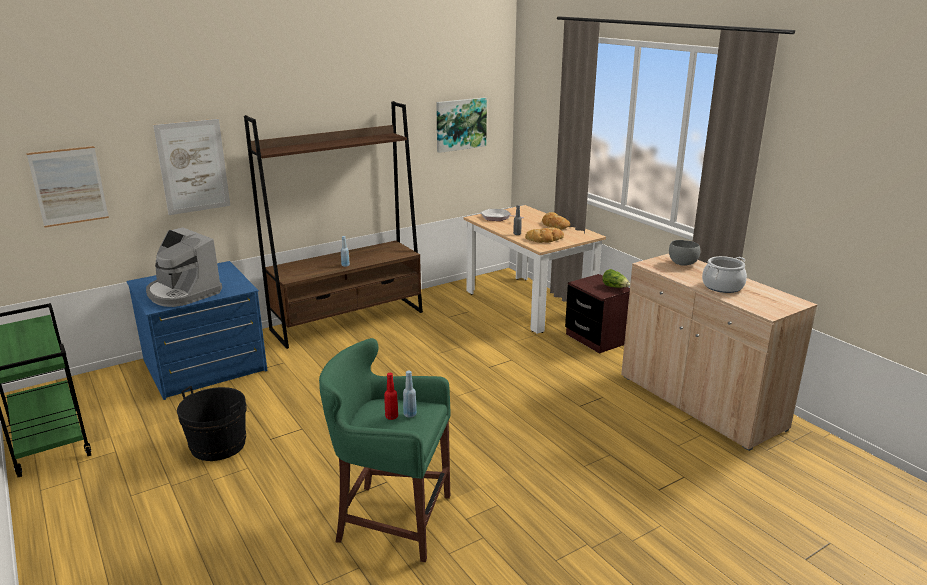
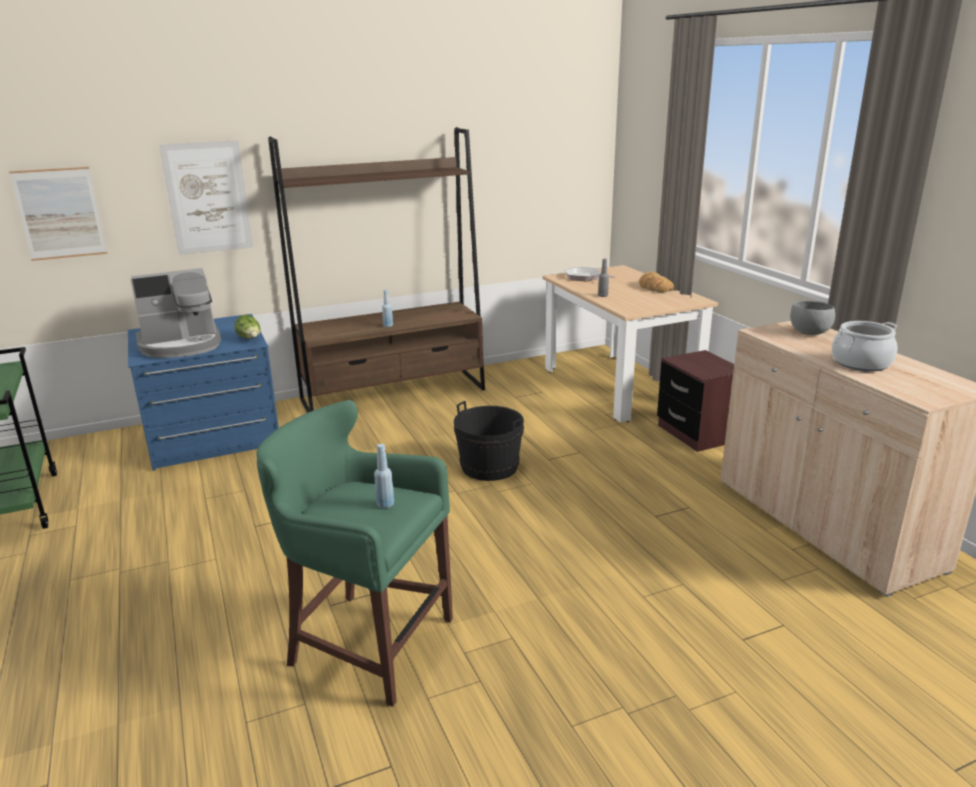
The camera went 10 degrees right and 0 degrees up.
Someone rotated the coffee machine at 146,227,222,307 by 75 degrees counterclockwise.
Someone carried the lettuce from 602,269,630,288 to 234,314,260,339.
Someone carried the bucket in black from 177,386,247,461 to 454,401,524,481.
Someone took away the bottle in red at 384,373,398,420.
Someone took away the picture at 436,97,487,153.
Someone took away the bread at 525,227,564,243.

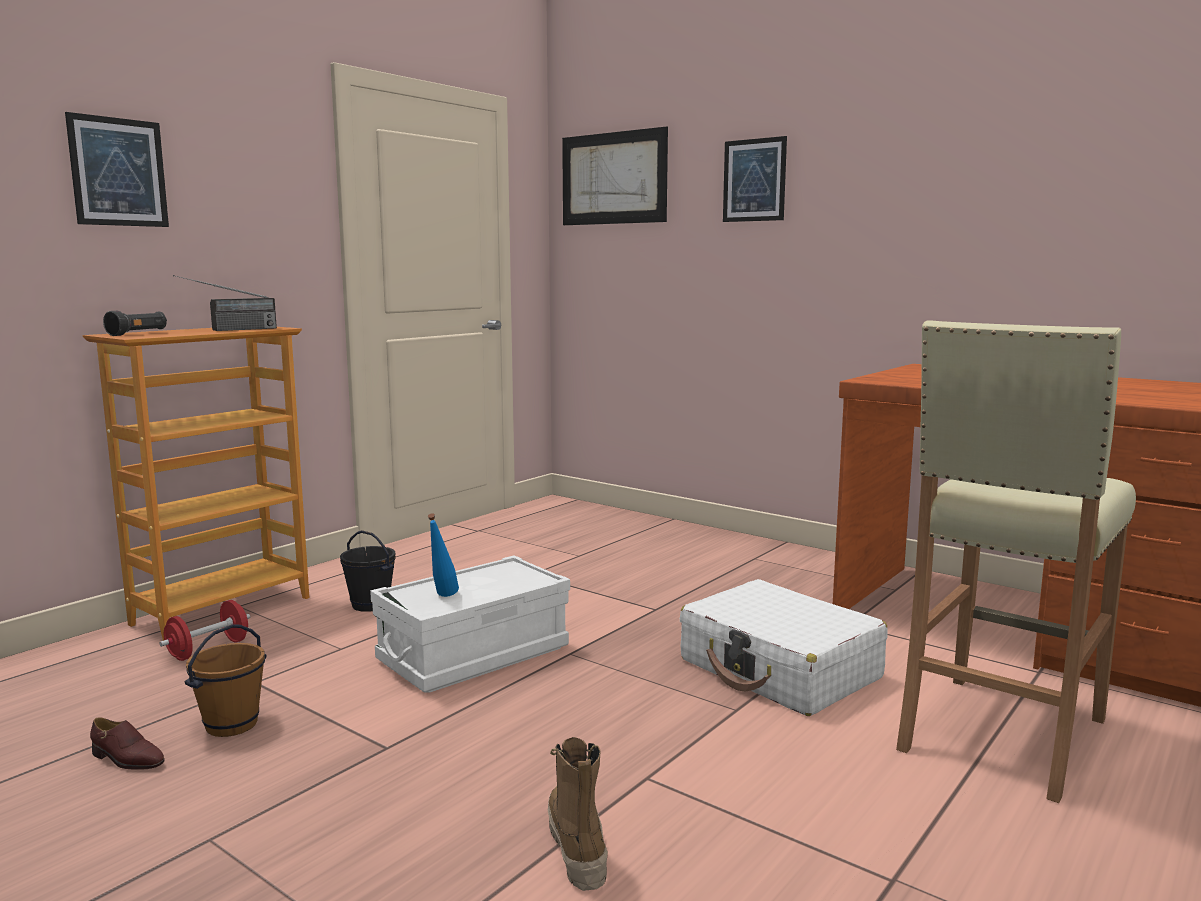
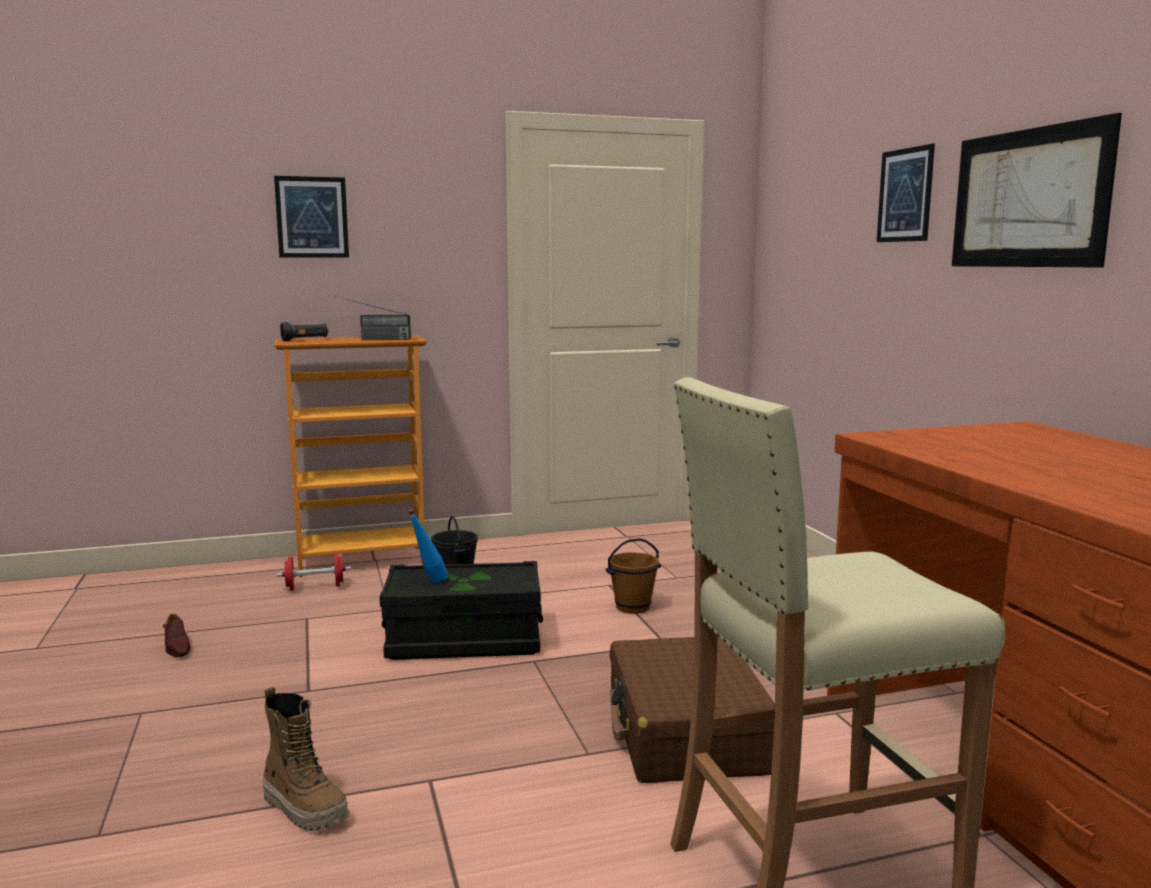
The camera went 35 degrees right and 0 degrees up.
Someone rotated the boot at 548,737,608,891 by 105 degrees clockwise.
Someone repainted the storage box in white at 370,555,570,693, which became the storage box in black at 380,561,543,660.
Someone carried the bucket in brown from 184,624,266,737 to 606,538,661,614.
Someone repainted the suitcase in white at 680,579,888,716, which became the suitcase in brown at 610,635,775,783.
Someone carried the picture from 562,126,668,225 to 952,113,1122,268.

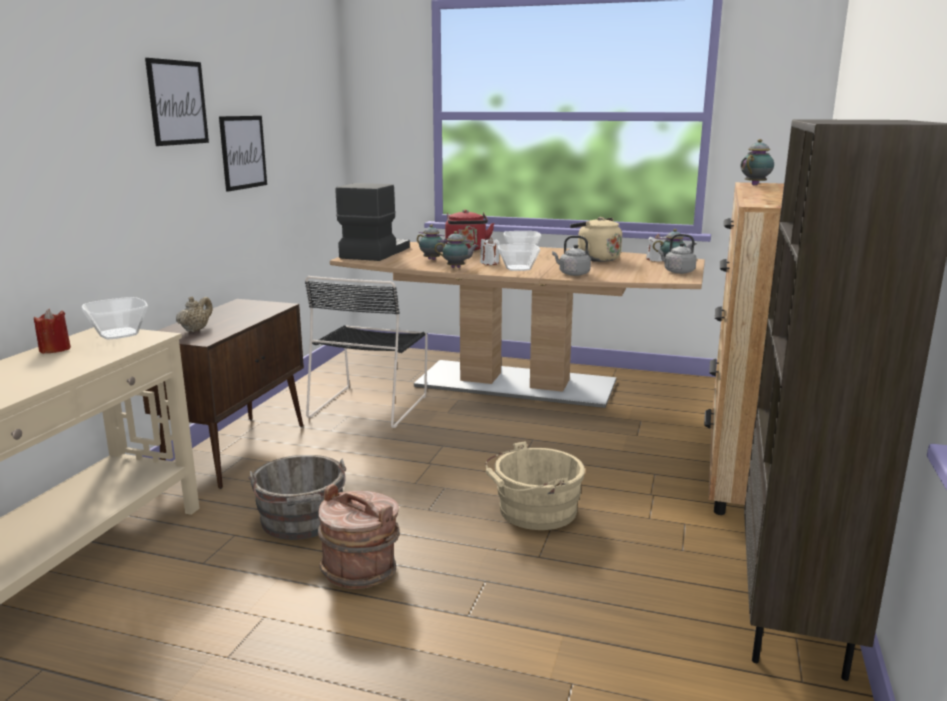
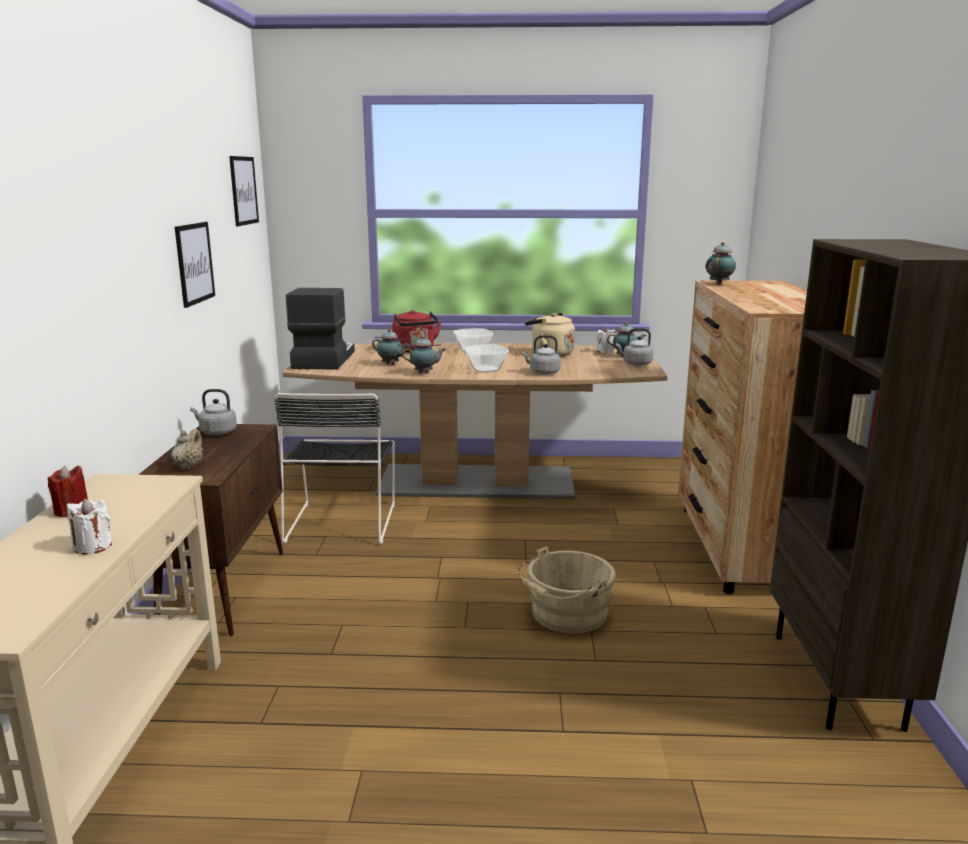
The camera went 15 degrees left and 0 degrees up.
Someone carried the candle in white from 480,237,500,265 to 67,499,112,554.
Someone put down the kettle in grey at 190,389,237,435.
Someone carried the picture from 145,58,209,146 to 229,156,259,226.
Someone took away the bowl at 82,297,148,339.
Someone took away the bucket in grey at 248,455,346,540.
Someone took away the bucket in brown at 318,484,400,589.

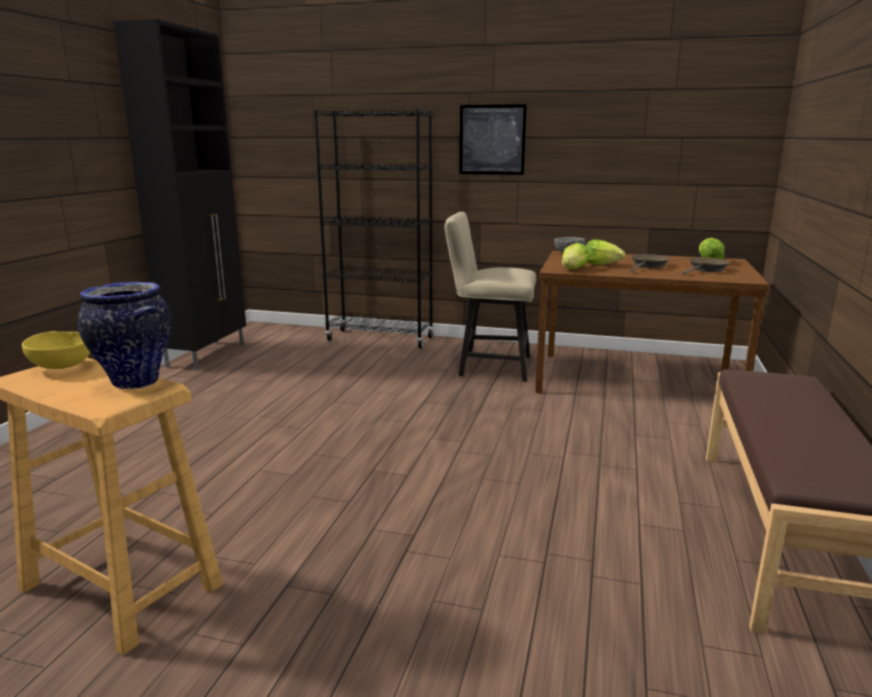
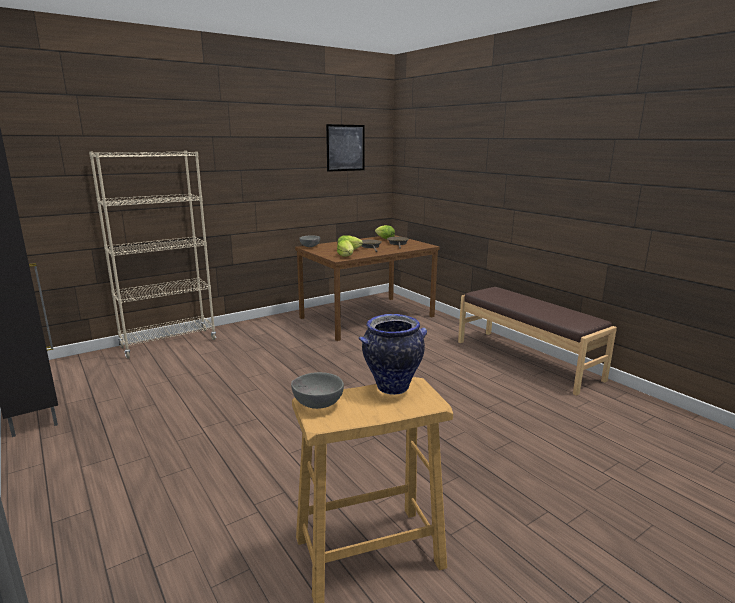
The camera went 50 degrees left and 0 degrees up.
Someone repainted the bookcase in black at 314,109,433,348, which became the bookcase in beige at 89,151,216,359.
Someone repainted the bowl in yellow at 22,331,90,369, which became the bowl in grey at 291,372,344,409.
Someone carried the picture from 459,104,527,175 to 326,124,365,172.
Someone took away the chair in beige at 444,212,536,382.

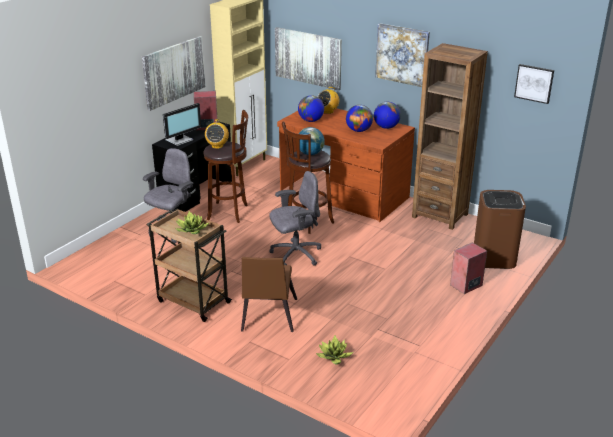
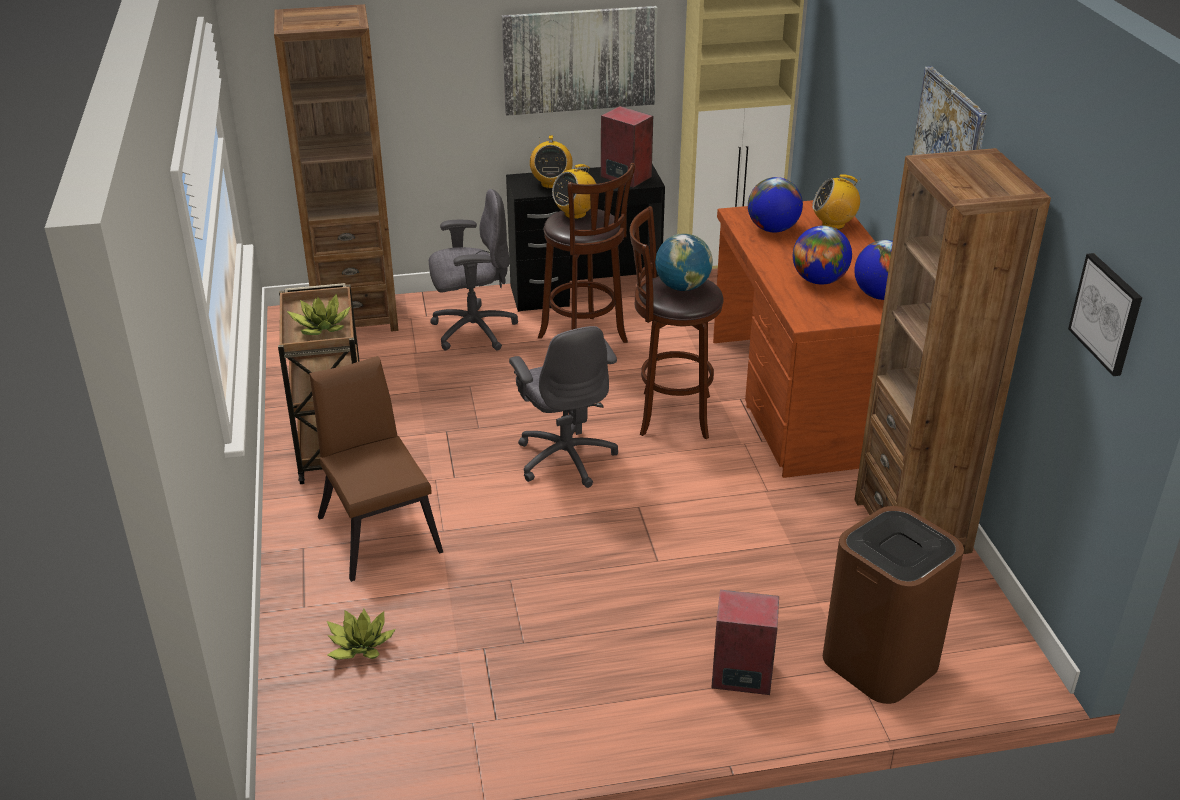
The camera went 45 degrees right and 5 degrees up.
Someone put down the bookcase in brown at 274,4,399,332.
Someone rotated the chair in brown at 241,257,297,332 by 105 degrees clockwise.
Someone rotated the office chair in grey at 269,171,321,266 by 45 degrees clockwise.
Someone swapped the monitor at 163,103,201,146 for the radio at 530,135,573,189.
Someone took away the picture at 275,27,342,90.

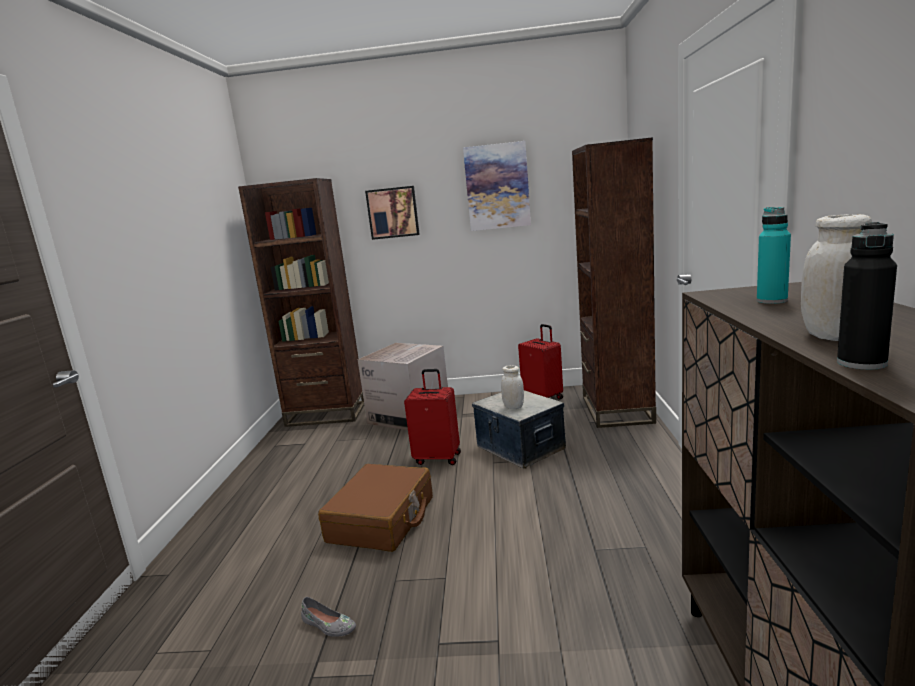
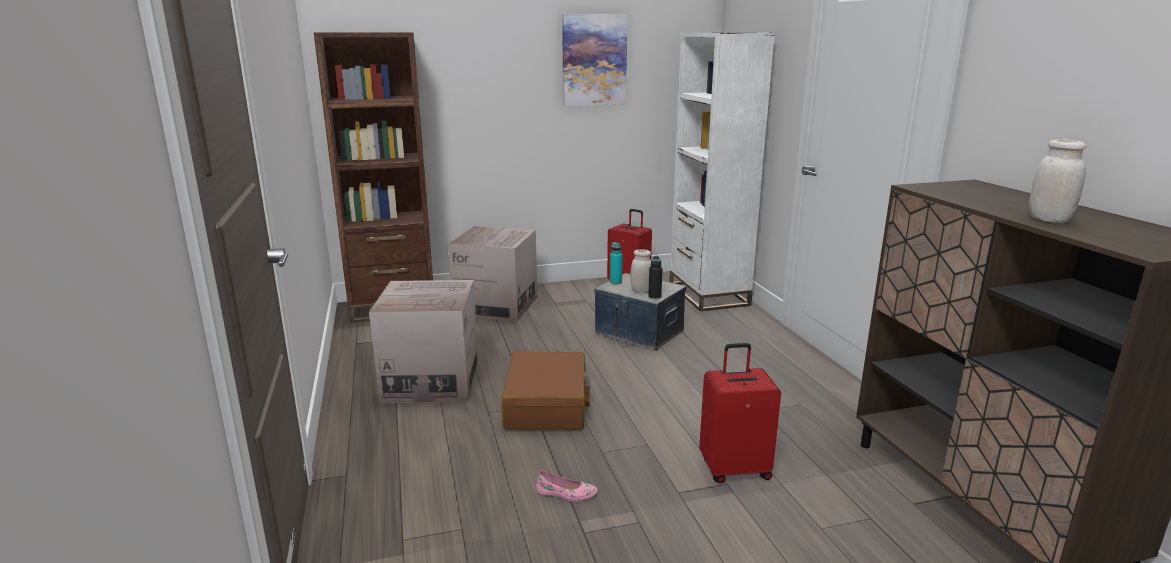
The camera went 20 degrees left and 5 degrees up.
Someone put down the cardboard box at 369,280,478,403.
Someone repainted the shoe in grey at 301,597,356,637, which became the shoe in pink at 536,470,598,501.
Someone carried the bottle in turquoise from 757,207,791,304 to 610,242,622,284.
Someone carried the bottle in black from 837,222,897,370 to 648,255,662,300.
Someone repainted the bookcase in brown at 572,137,656,428, which became the bookcase in white at 669,32,775,312.
Someone carried the suitcase in red from 404,369,461,465 to 699,343,781,483.
Someone took away the picture at 365,186,420,240.

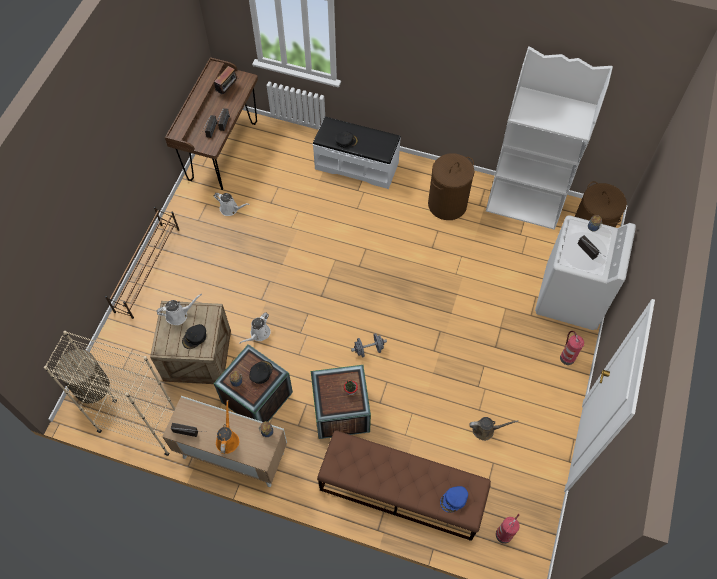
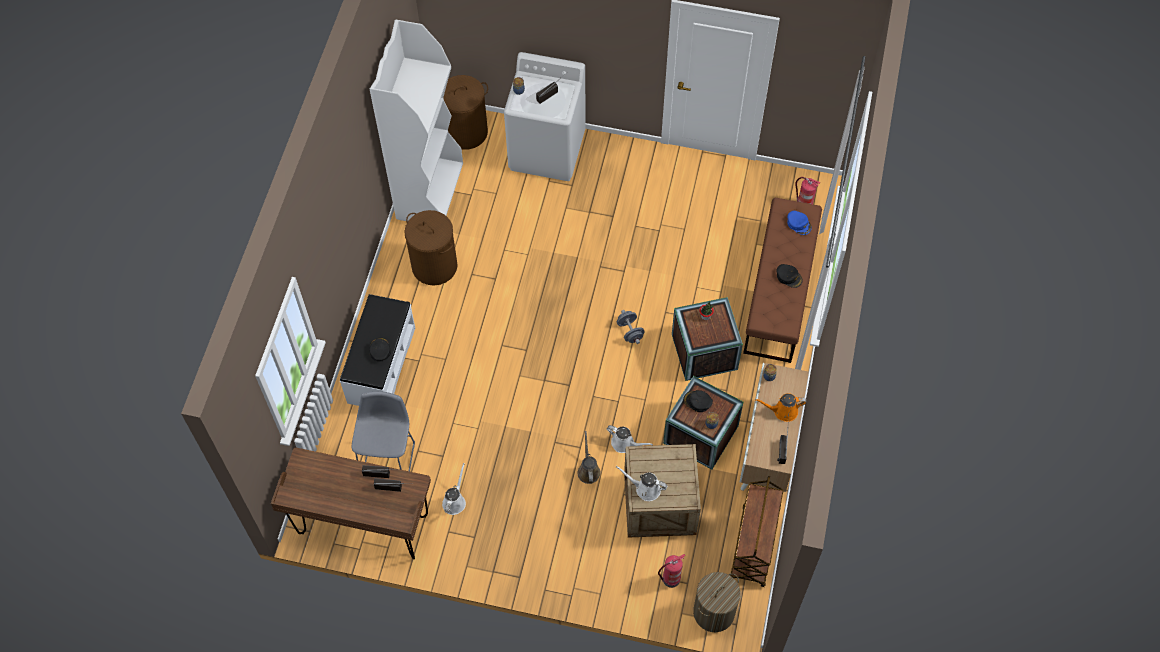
The camera went 95 degrees left and 0 degrees up.
Someone put down the stool in grey at 351,391,415,472.
Someone carried the watering can in brown from 469,417,518,441 to 578,431,601,484.
Someone rotated the watering can in white at 157,294,202,325 by 45 degrees counterclockwise.
Someone carried the fire extinguisher from 560,331,584,365 to 658,554,685,588.
Someone swapped the bookcase in beige at 44,331,175,456 for the cart in brown at 730,476,784,587.
Someone carried the cap in black from 182,324,206,349 to 776,264,803,288.
Someone took away the shoe rack in brown at 105,206,180,319.
Someone took away the radio at 214,66,237,94.

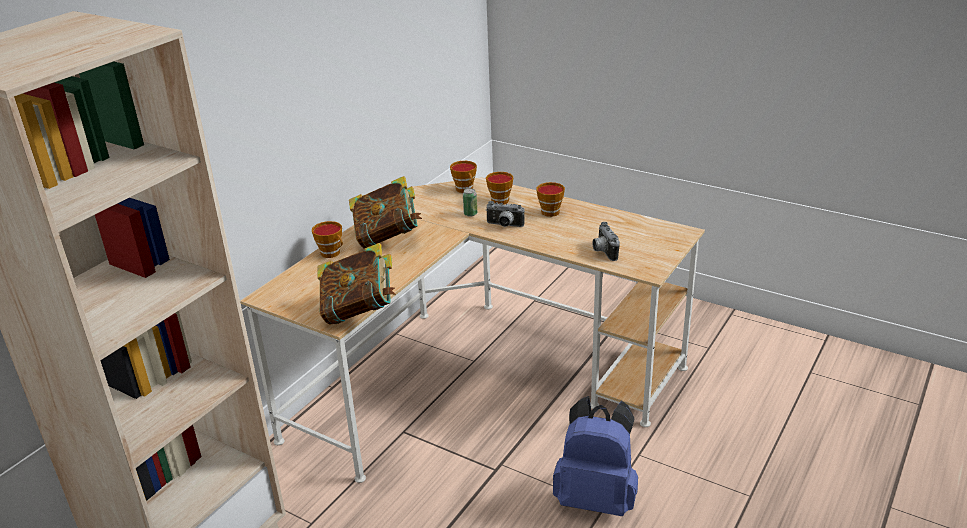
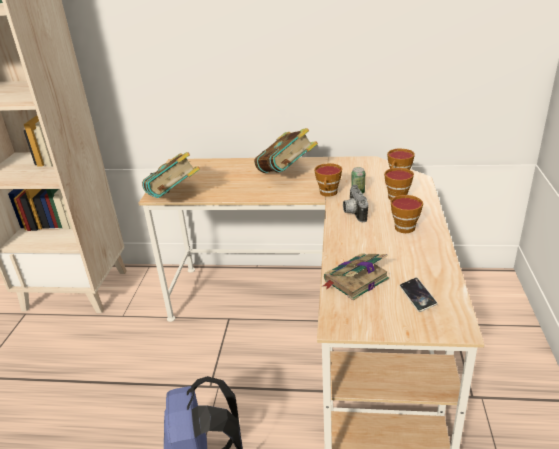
The camera went 65 degrees right and 0 degrees up.
Someone carried the cup from 312,221,343,258 to 314,163,342,197.
Someone swapped the photo camera at 592,222,620,261 for the book at 323,254,389,301.
Someone put down the phone at 399,278,438,312.

